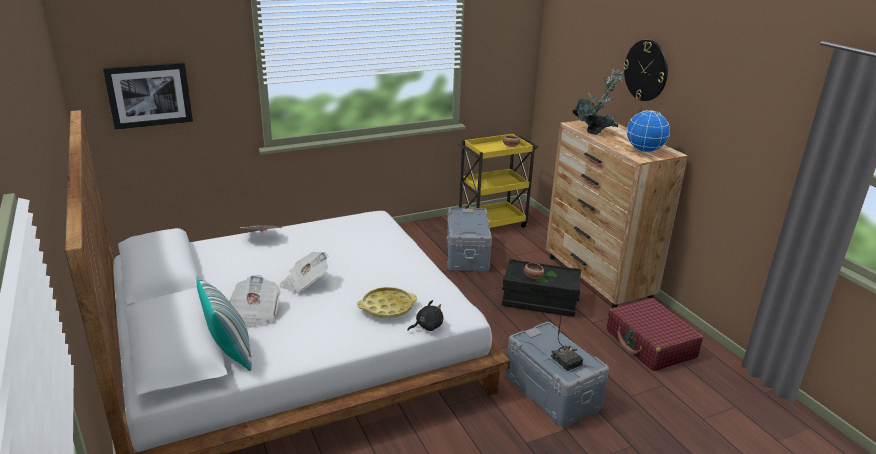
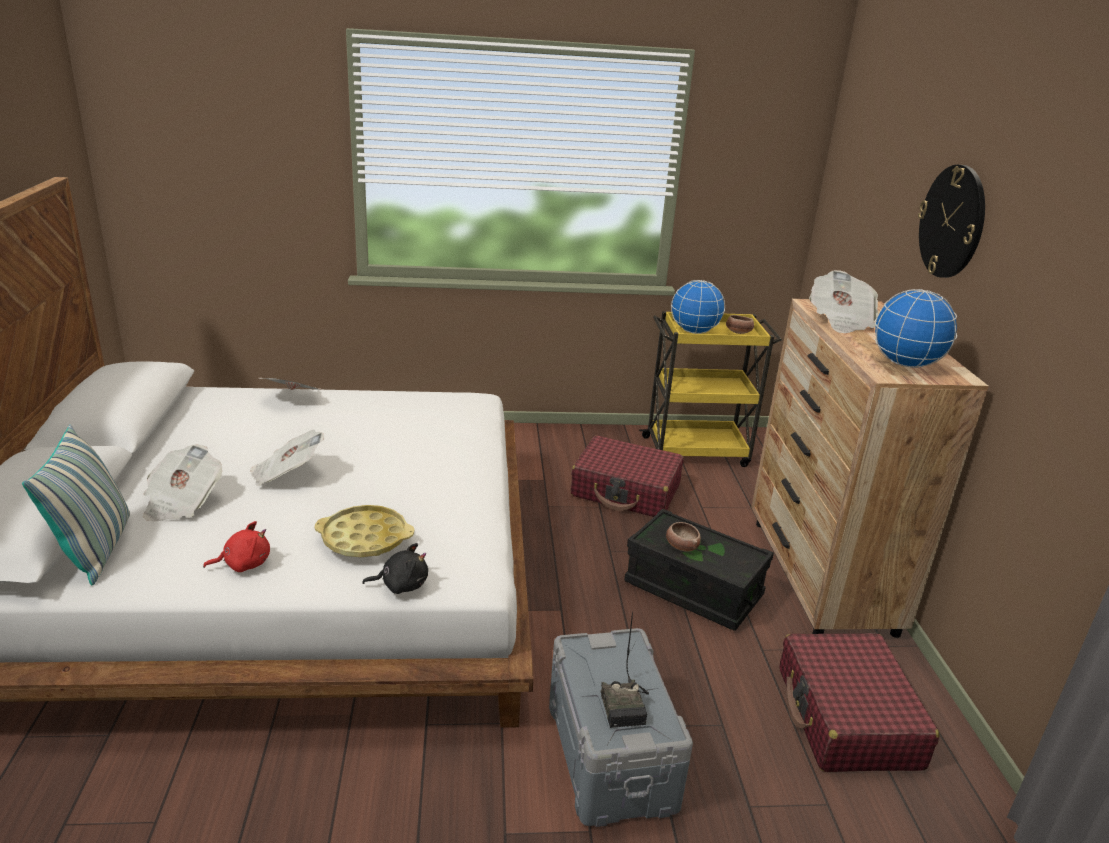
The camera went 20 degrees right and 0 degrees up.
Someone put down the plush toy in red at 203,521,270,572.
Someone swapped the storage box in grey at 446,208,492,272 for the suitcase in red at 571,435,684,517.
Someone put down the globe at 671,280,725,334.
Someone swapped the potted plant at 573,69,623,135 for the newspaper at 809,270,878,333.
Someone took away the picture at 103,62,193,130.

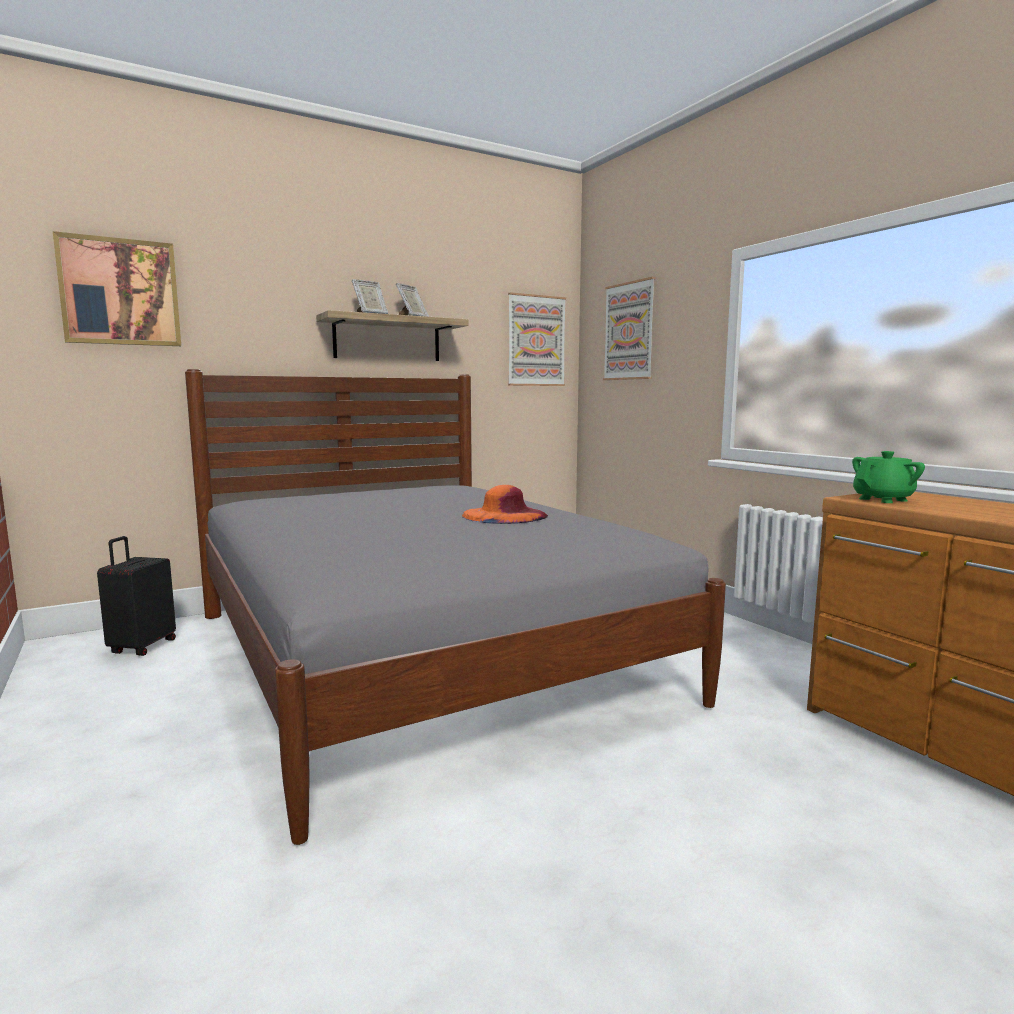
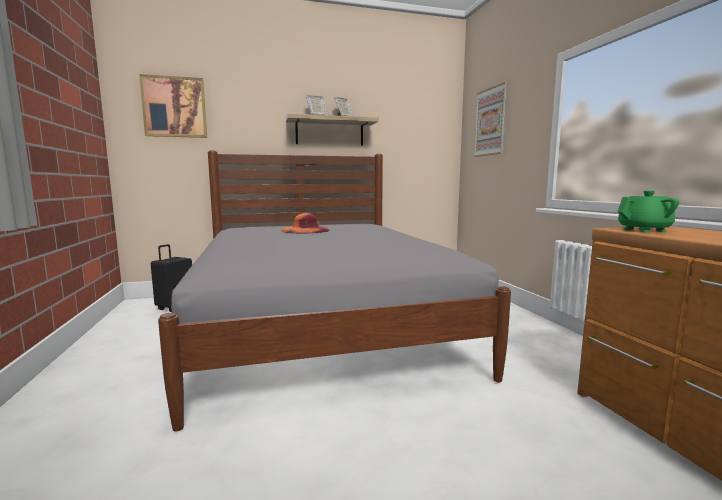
The camera went 15 degrees right and 0 degrees up.
Someone carried the hat in orange from 462,485,548,524 to 281,213,330,234.
Someone took away the picture at 508,292,566,386.

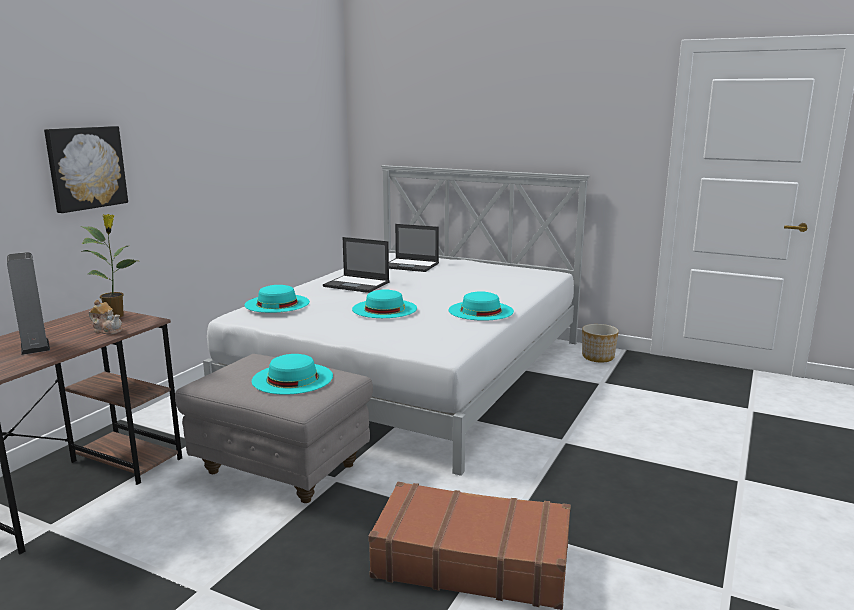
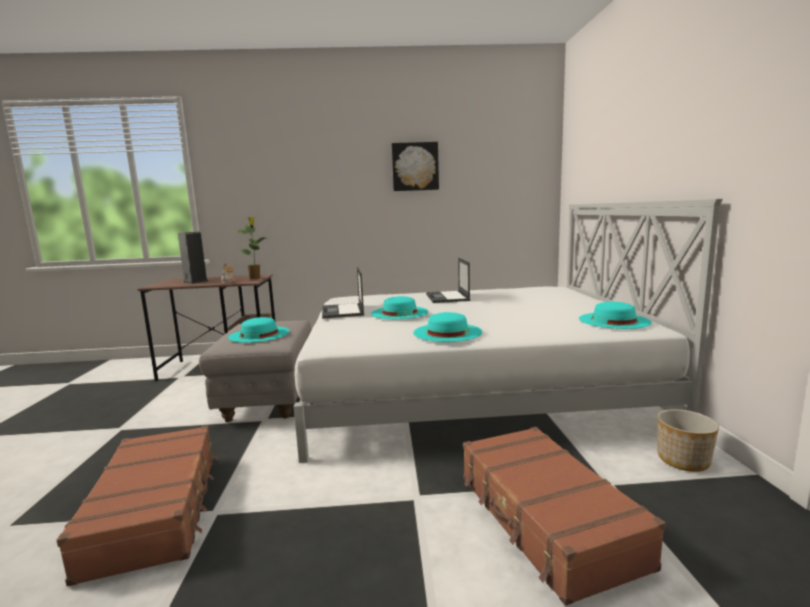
The camera went 60 degrees right and 5 degrees down.
Someone carried the laptop from 389,224,439,272 to 322,267,364,319.
Someone carried the picture from 44,126,128,213 to 392,142,439,191.
Someone put down the suitcase in brown at 463,427,666,606.
Someone carried the hat in turquoise from 245,285,310,313 to 579,302,652,329.

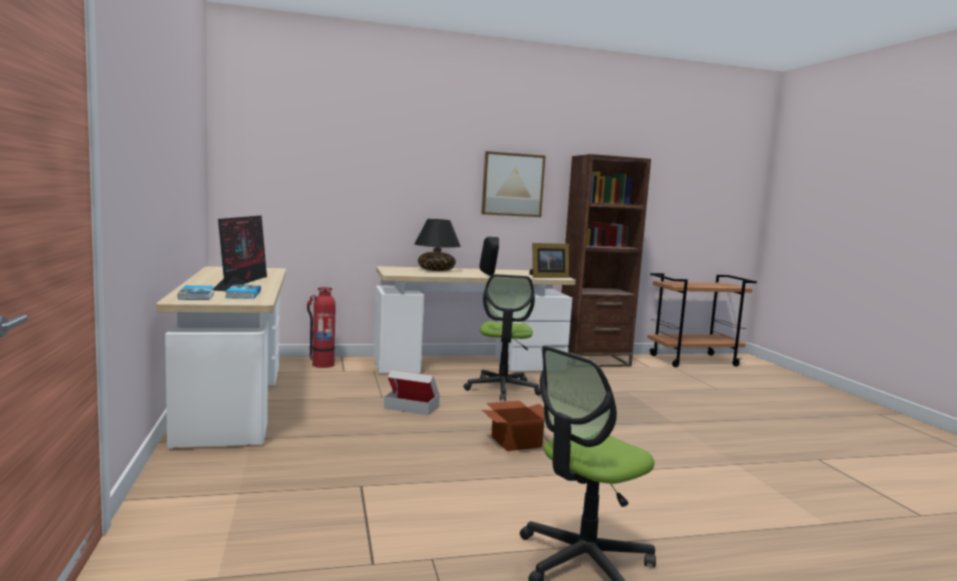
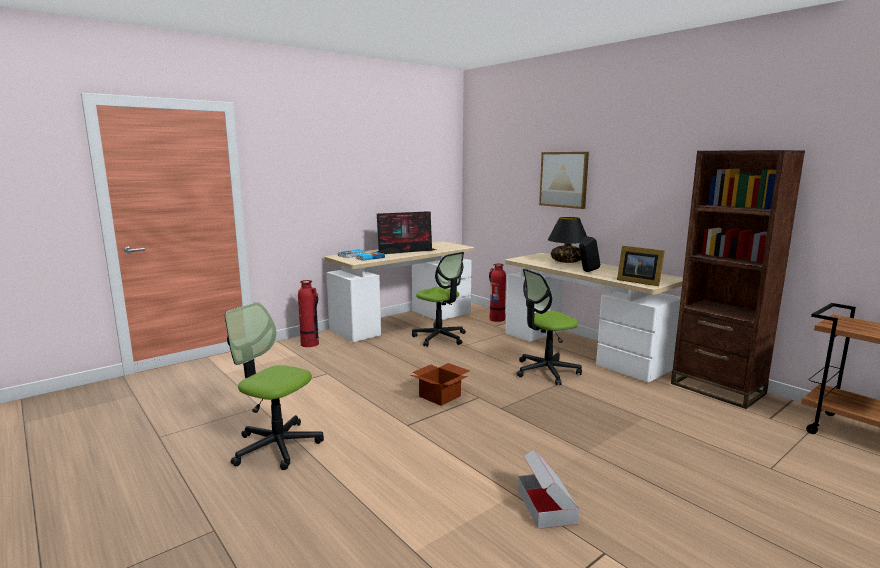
The camera went 65 degrees right and 5 degrees up.
Someone put down the fire extinguisher at 298,280,319,347.
Someone put down the office chair at 412,252,466,347.
Someone carried the cardboard box from 384,370,440,416 to 518,449,579,529.
Someone carried the picture from 481,151,546,217 to 539,152,589,209.

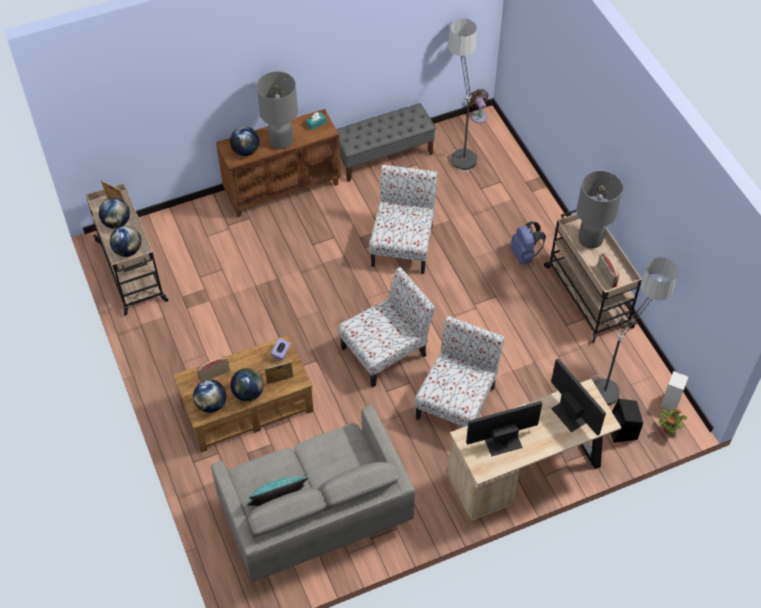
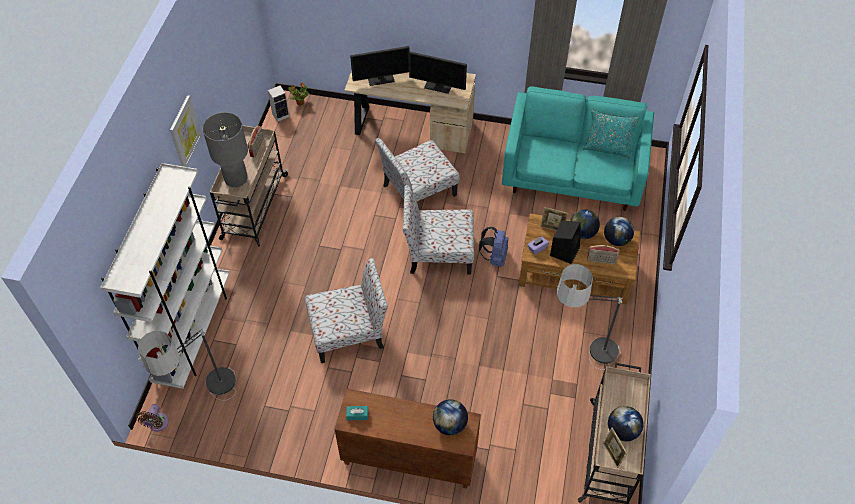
The camera went 145 degrees left and 0 degrees up.
Someone put down the bookcase in white at 100,163,230,389.
Someone put up the picture at 170,95,202,167.
Someone rotated the chair at 369,165,437,274 by 150 degrees counterclockwise.
Someone rotated the monitor at 551,359,606,436 by 105 degrees counterclockwise.
Someone carried the backpack in blue from 510,222,546,264 to 479,227,508,267.
Someone repainted the sofa in grey at 211,405,415,582, which became the sofa in turquoise at 502,86,654,211.
Someone carried the speaker in black from 611,399,643,443 to 550,221,581,264.
Someone carried the floor lamp from 592,258,678,405 to 556,264,623,370.
Someone took away the globe at 110,226,141,257.
Someone took away the table lamp in grey at 257,71,298,149.
Someone took away the bench in grey at 336,103,436,182.

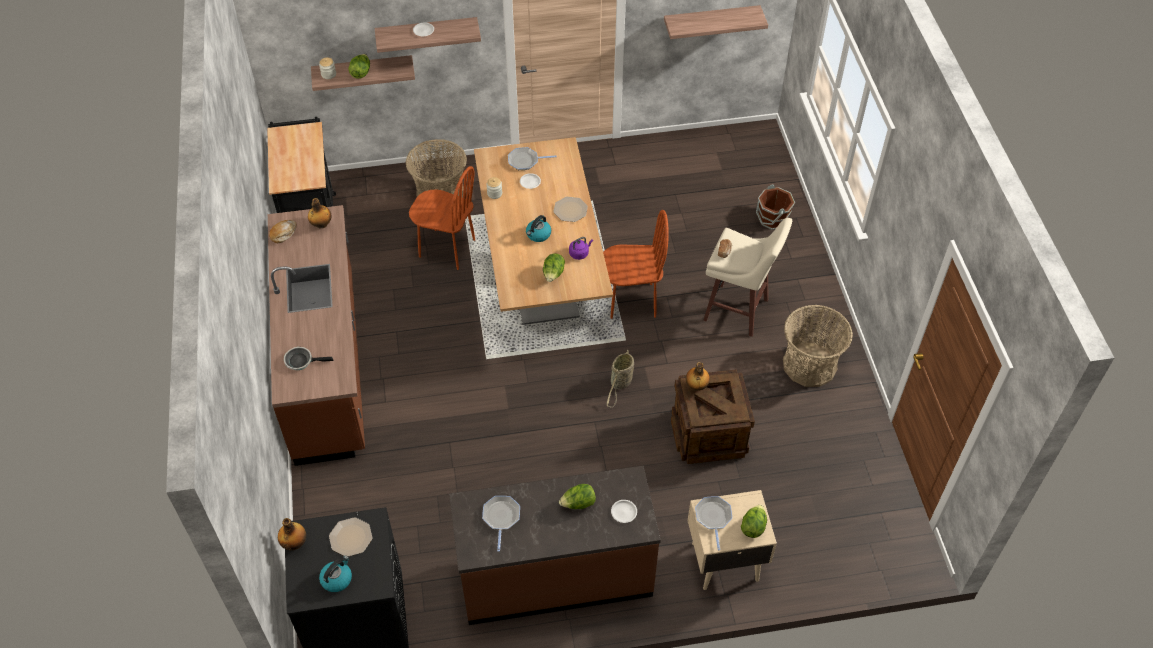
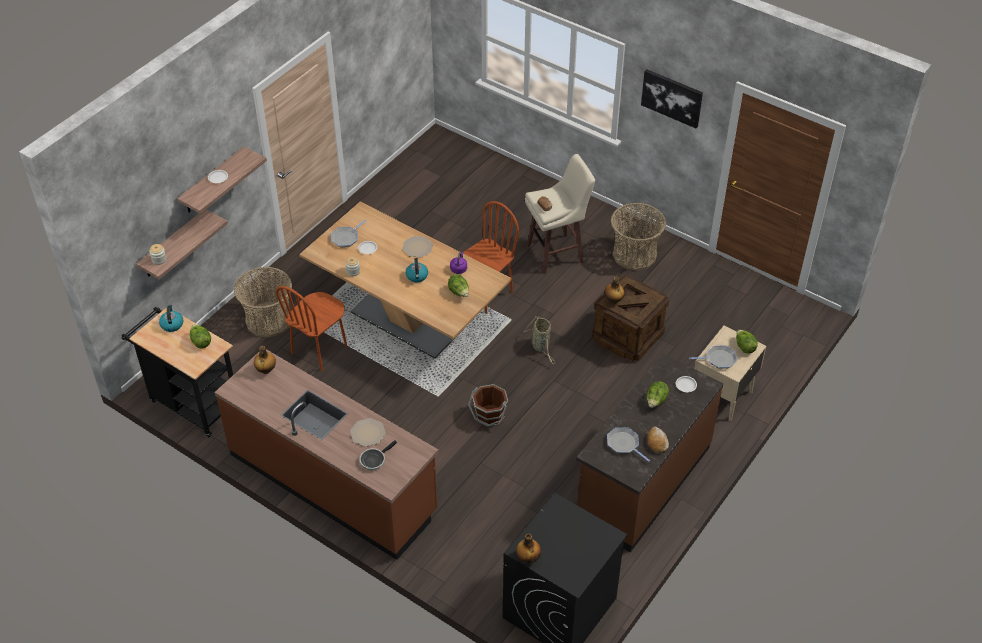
The camera went 45 degrees left and 5 degrees down.
Someone carried the kettle from 319,556,352,592 to 159,305,184,332.
Someone carried the lettuce from 348,54,370,78 to 190,325,211,348.
Someone rotated the chair in brown at 409,166,475,270 by 150 degrees clockwise.
Someone carried the plate from 329,517,373,557 to 350,418,386,447.
Someone carried the bucket in brown from 756,185,795,230 to 468,384,508,427.
Someone put up the picture at 641,69,703,128.
Someone carried the bread from 269,220,297,243 to 647,427,669,453.
Someone rotated the frying pan at 695,496,732,550 by 135 degrees clockwise.
Someone took away the shelf at 664,5,768,39.

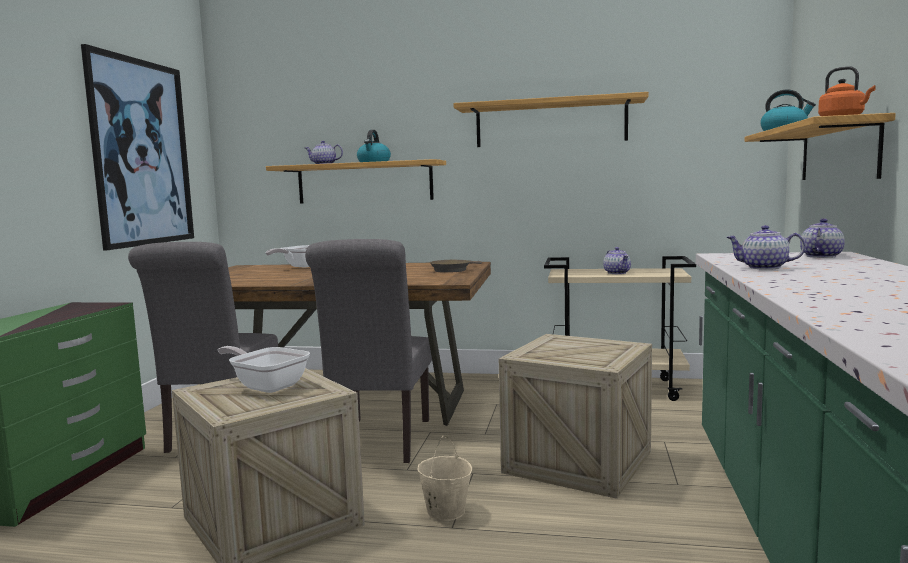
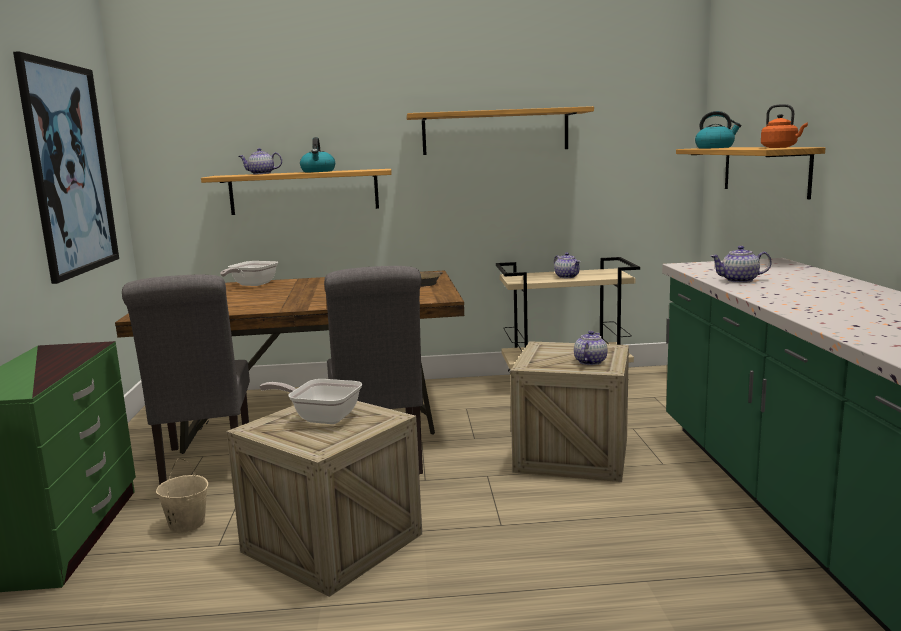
The camera went 15 degrees left and 5 degrees up.
Someone carried the bucket in beige from 417,436,472,521 to 156,458,208,533.
Someone carried the teapot from 800,218,845,258 to 574,331,608,365.

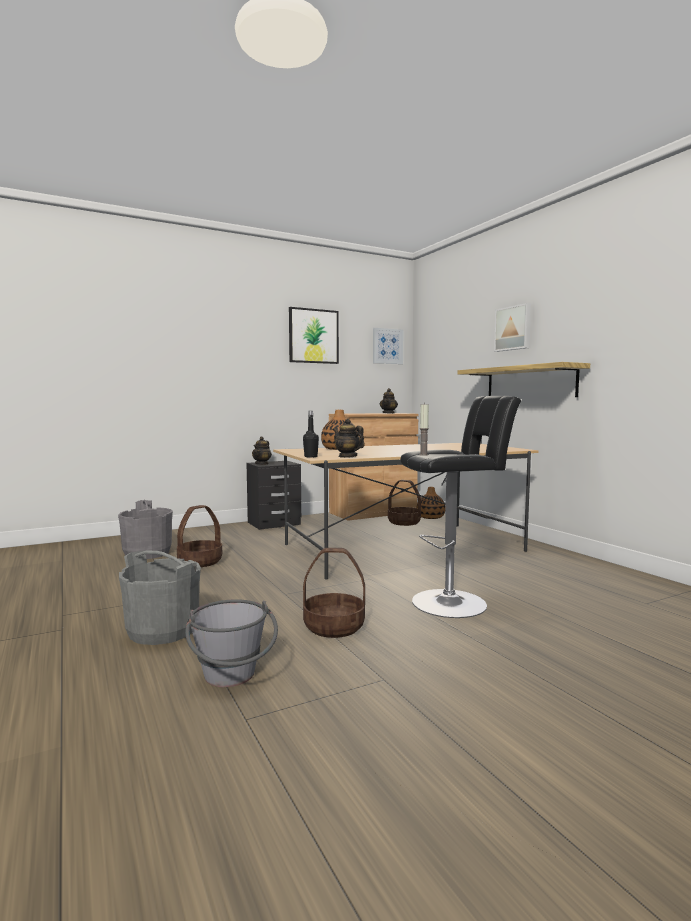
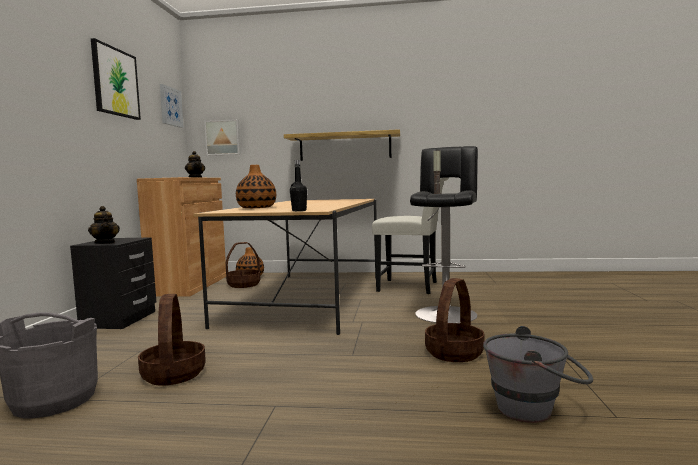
The camera went 55 degrees left and 0 degrees up.
Someone carried the picture from 494,303,531,352 to 204,119,241,156.
Someone put down the chair in white at 372,177,449,294.
Someone took away the bucket in grey at 119,551,201,645.
Someone took away the teapot at 333,419,365,458.

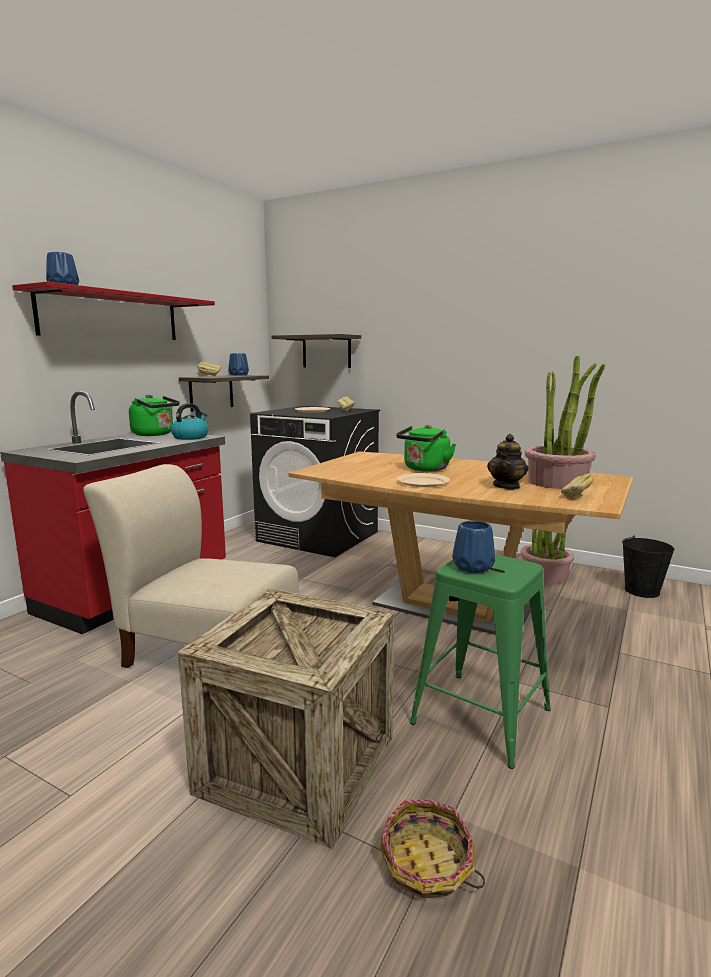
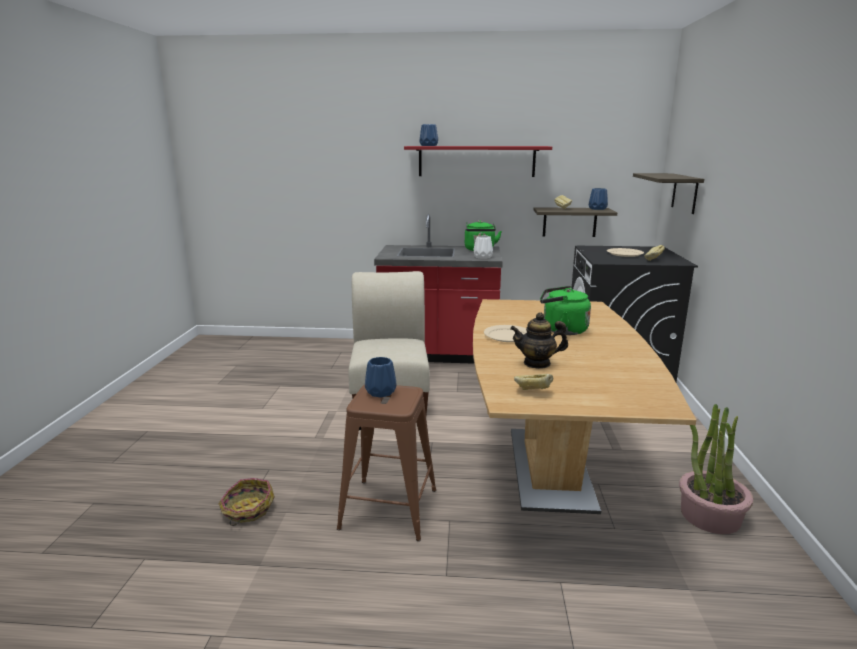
The camera went 65 degrees right and 5 degrees up.
Someone repainted the stool in green at 410,554,551,769, which became the stool in brown at 337,385,436,541.
Someone swapped the kettle at 171,403,208,440 for the vase in white at 473,236,493,259.
Someone took away the crate at 178,588,395,849.
Someone took away the potted plant at 525,356,605,489.
Someone took away the bucket in black at 622,536,675,598.

